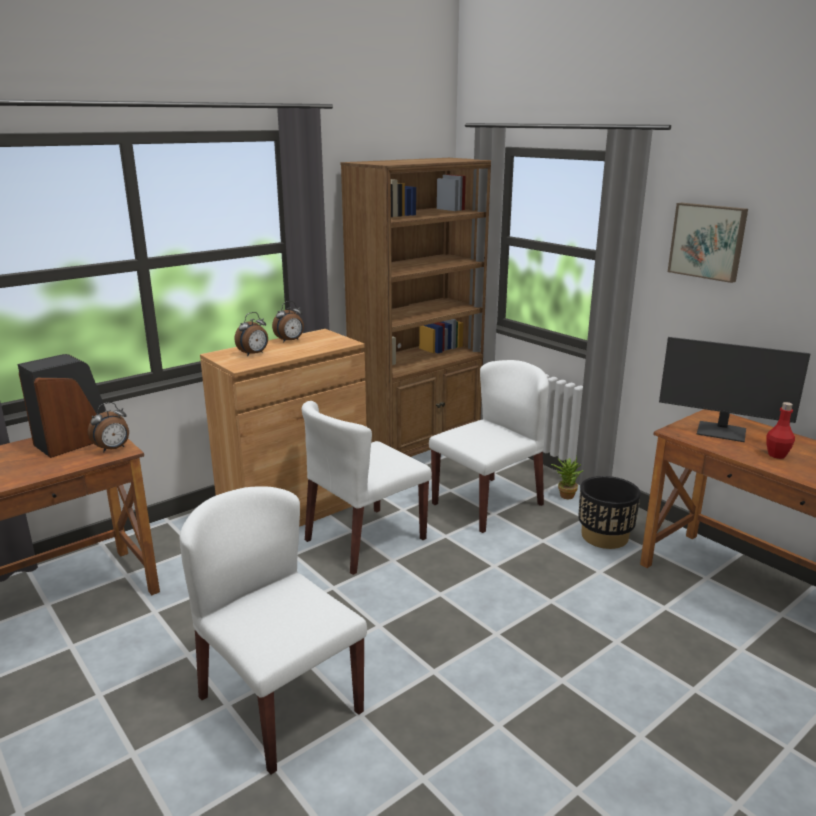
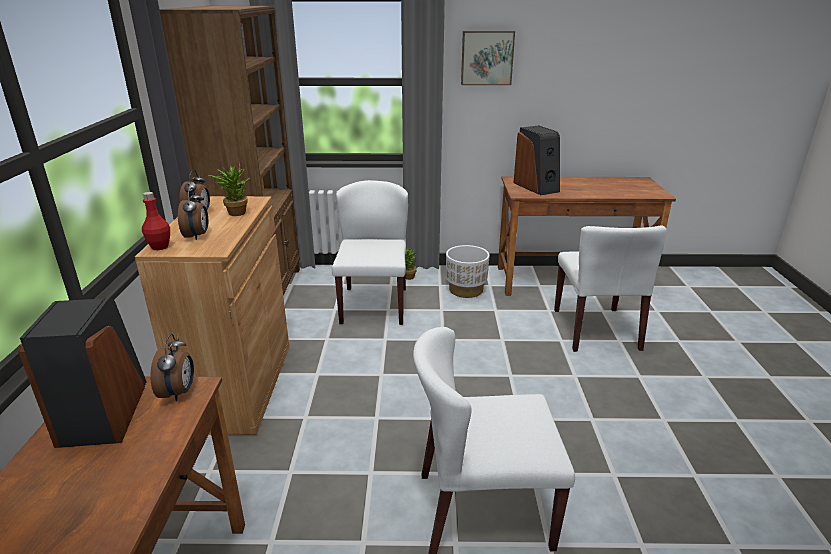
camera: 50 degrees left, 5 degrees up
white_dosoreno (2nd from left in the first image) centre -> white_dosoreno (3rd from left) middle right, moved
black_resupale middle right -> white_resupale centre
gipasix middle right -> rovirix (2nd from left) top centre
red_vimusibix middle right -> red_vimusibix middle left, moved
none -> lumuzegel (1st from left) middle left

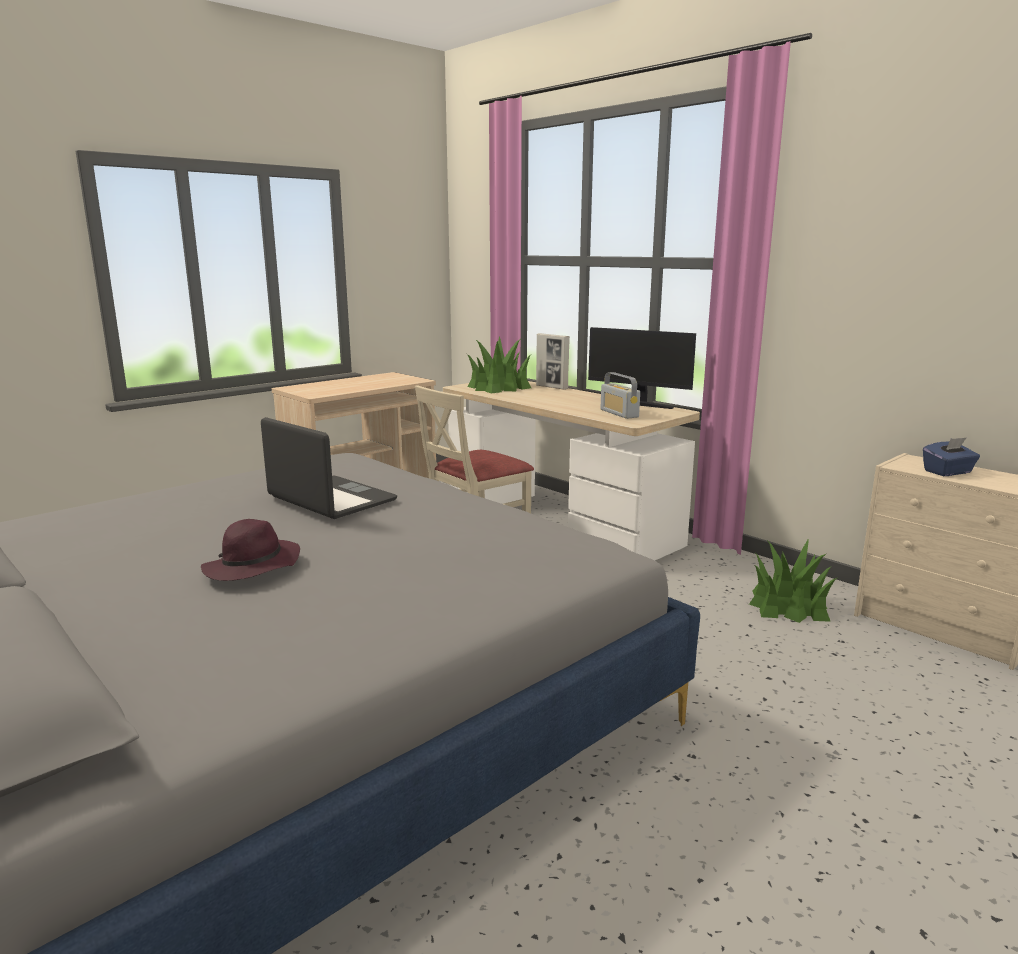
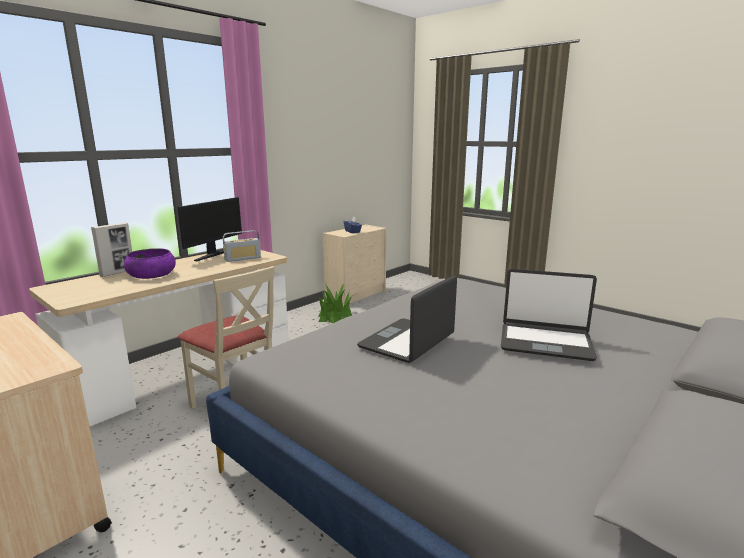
camera: 95 degrees left, 0 degrees up
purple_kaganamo middle left -> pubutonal (2nd from left) middle right
lumuzegel (1st from left) centre -> none
none -> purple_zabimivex middle left

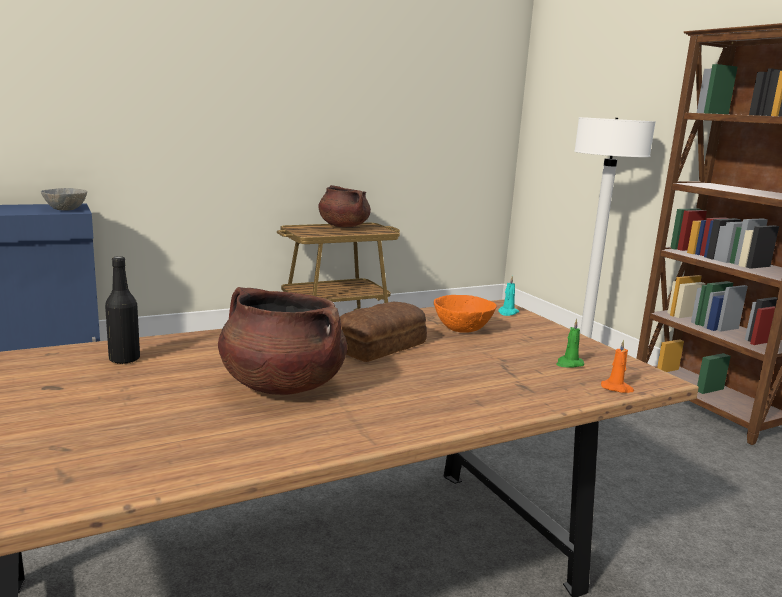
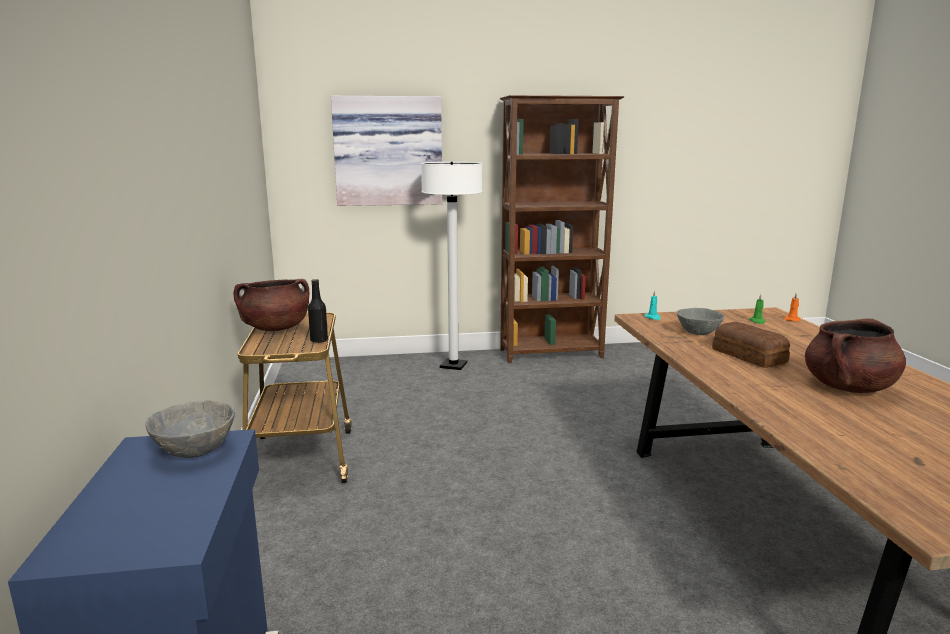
camera: 70 degrees left, 0 degrees up
black_vimusibix middle left -> black_vimusibix centre, moved
orange_zabimivex centre -> grey_zabimivex (2nd from left) middle right
none -> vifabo top centre

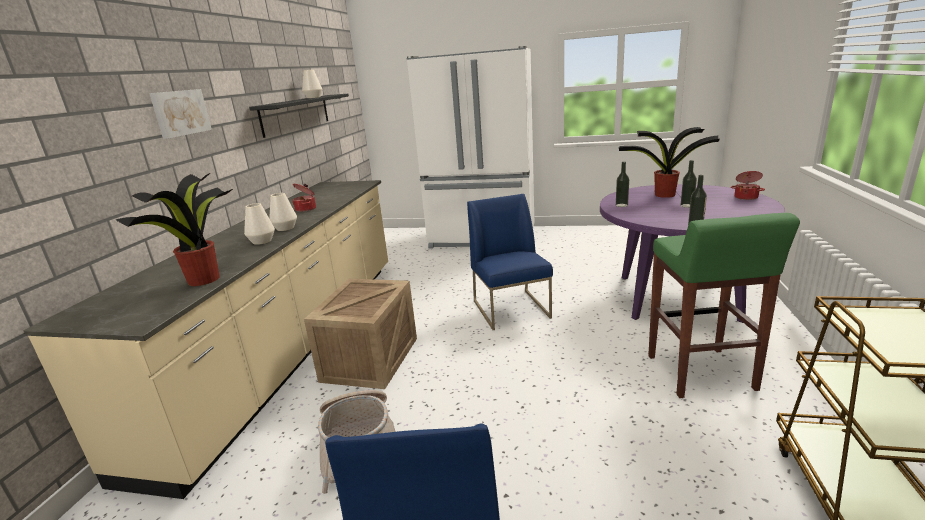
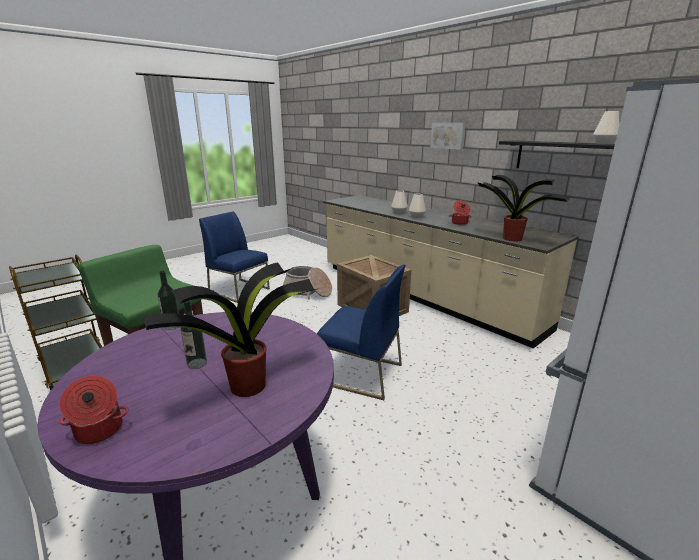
camera: 125 degrees right, 0 degrees up
lumuzegel (1st from left in the first image) middle left -> lumuzegel (2nd from left) middle right, moved
vimusibix (1st from left) middle right -> none

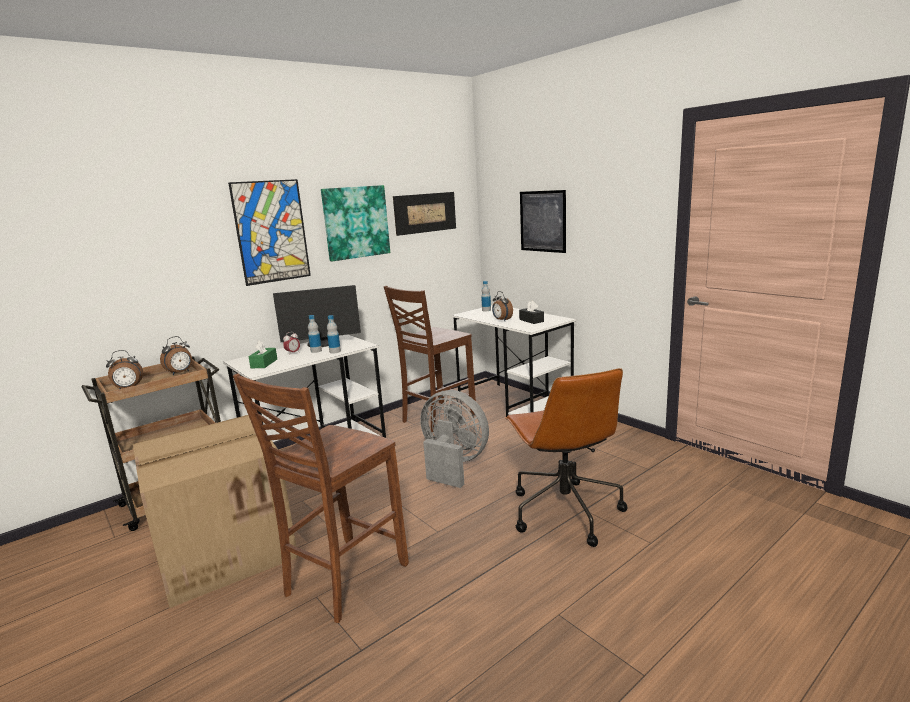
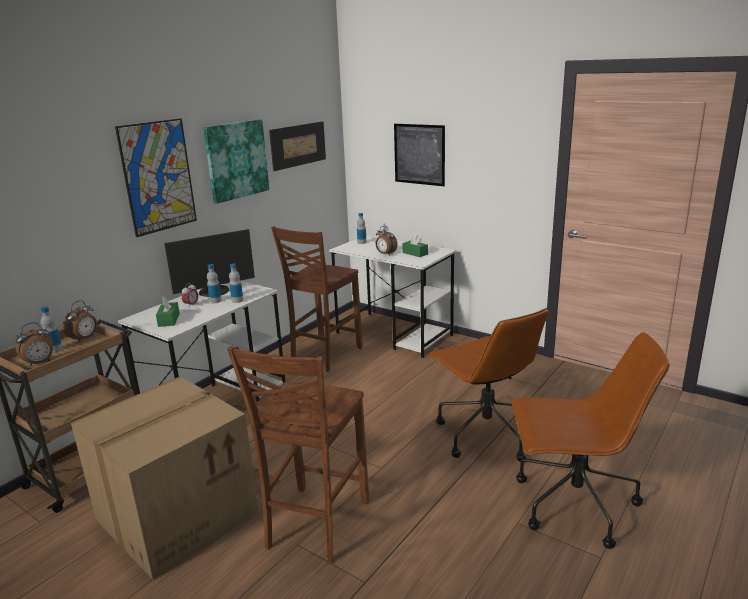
camera: 15 degrees left, 5 degrees up
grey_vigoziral centre -> none
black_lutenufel centre -> green_lutenufel (2nd from left) centre
none -> vimusibix (1st from left) middle left
none -> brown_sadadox (2nd from left) bottom right

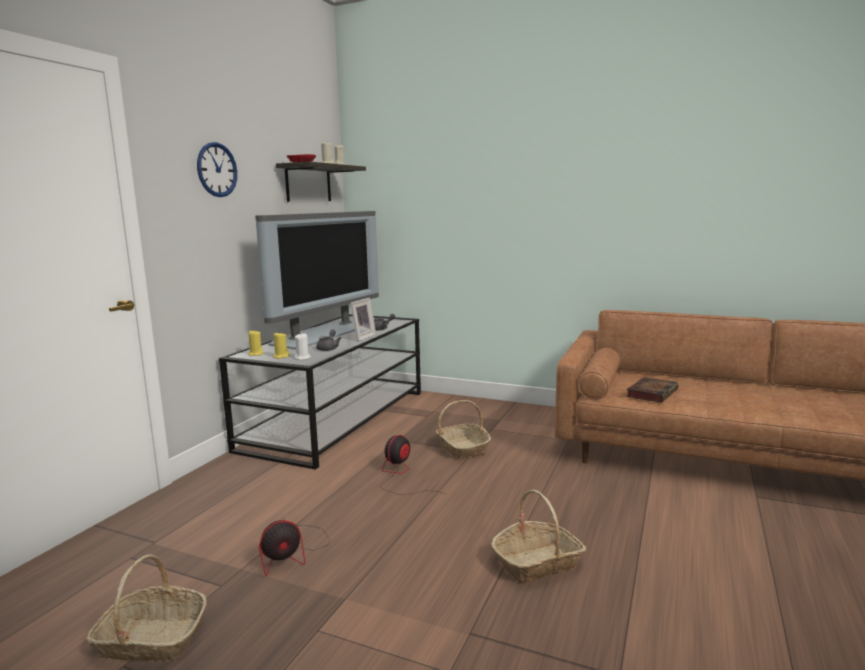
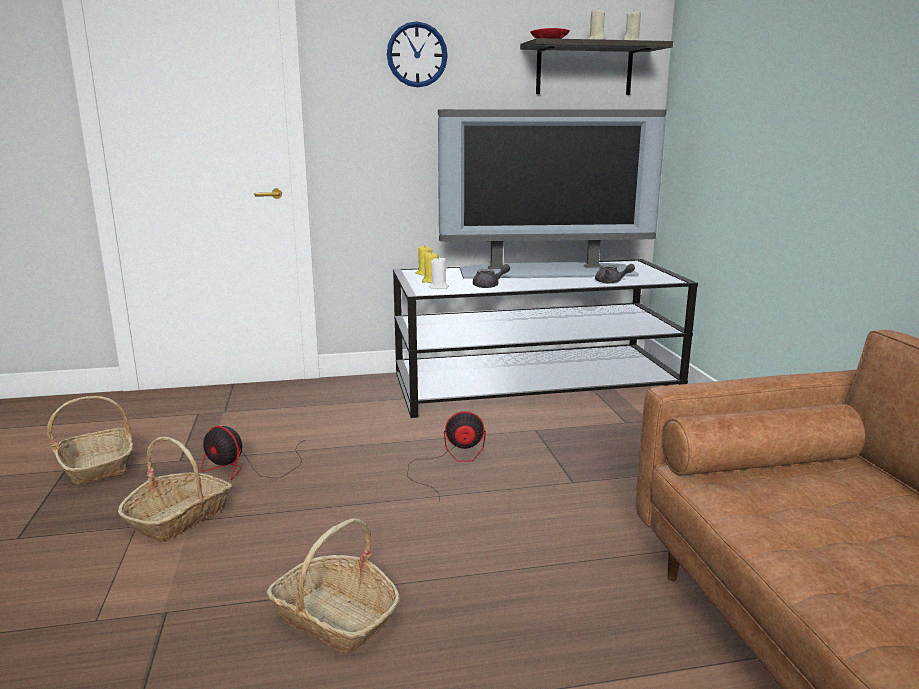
camera: 55 degrees right, 5 degrees up
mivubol centre -> none
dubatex (2nd from left) centre -> dubatex (2nd from left) bottom left, moved
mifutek middle right -> none

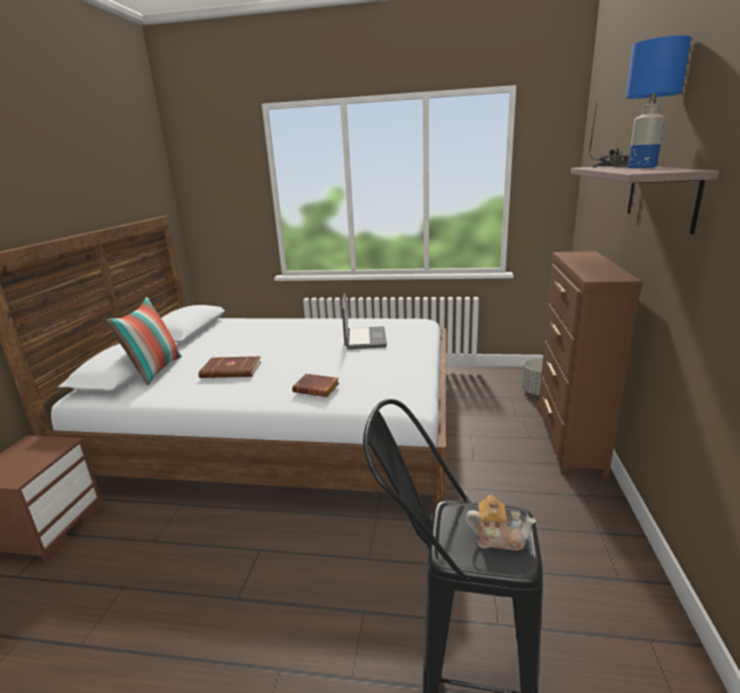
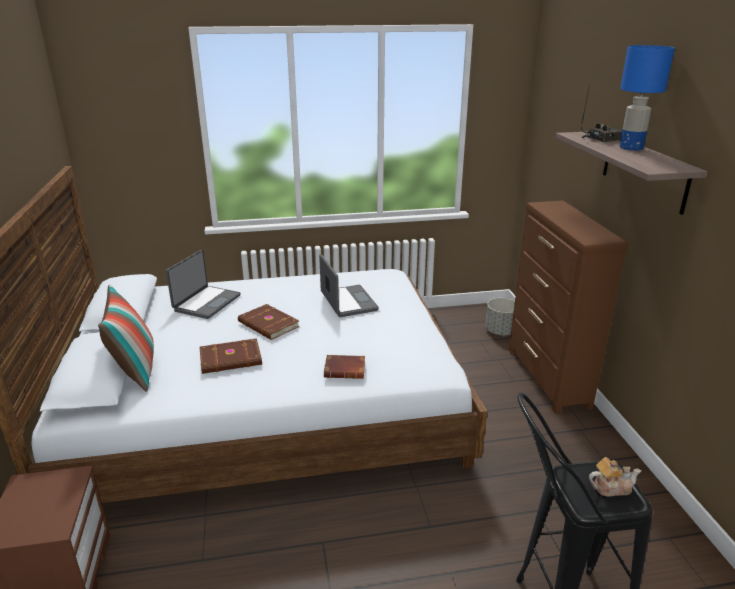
camera: 20 degrees left, 5 degrees up
none -> pubutonal (1st from left) middle left
none -> brown_mifutek (2nd from left) centre

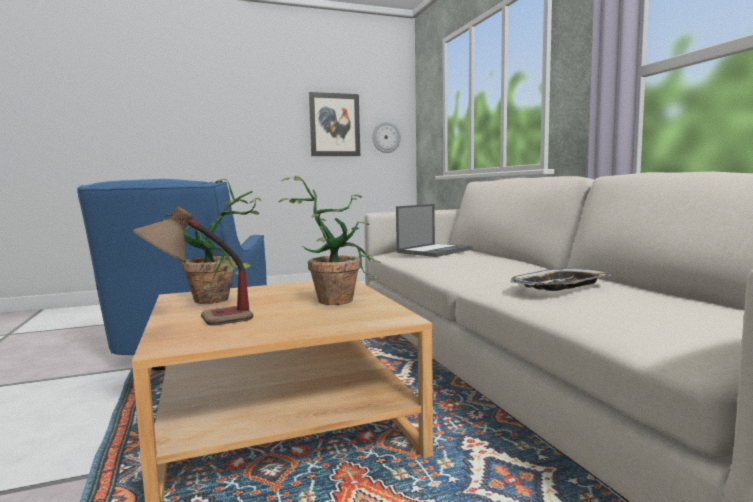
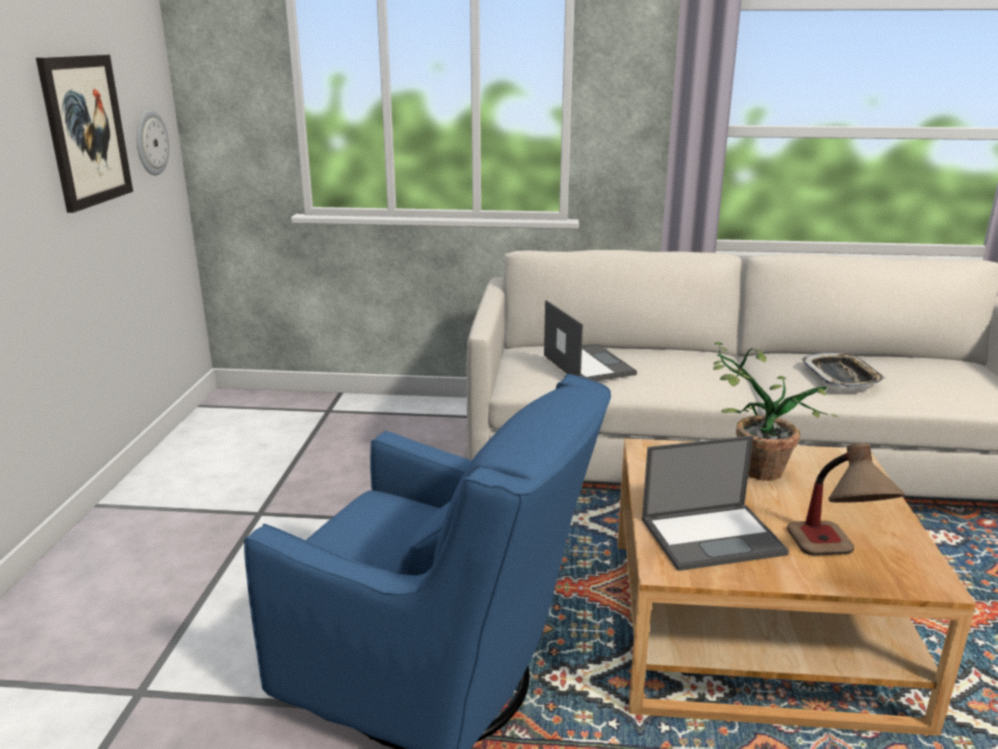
camera: 65 degrees left, 15 degrees up
lumuzegel (1st from left) middle left -> pubutonal (2nd from left) bottom right

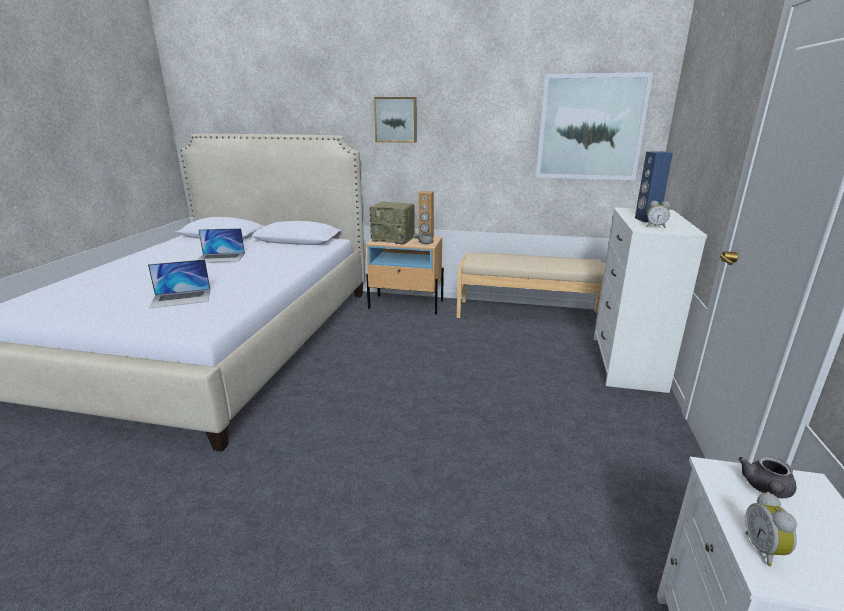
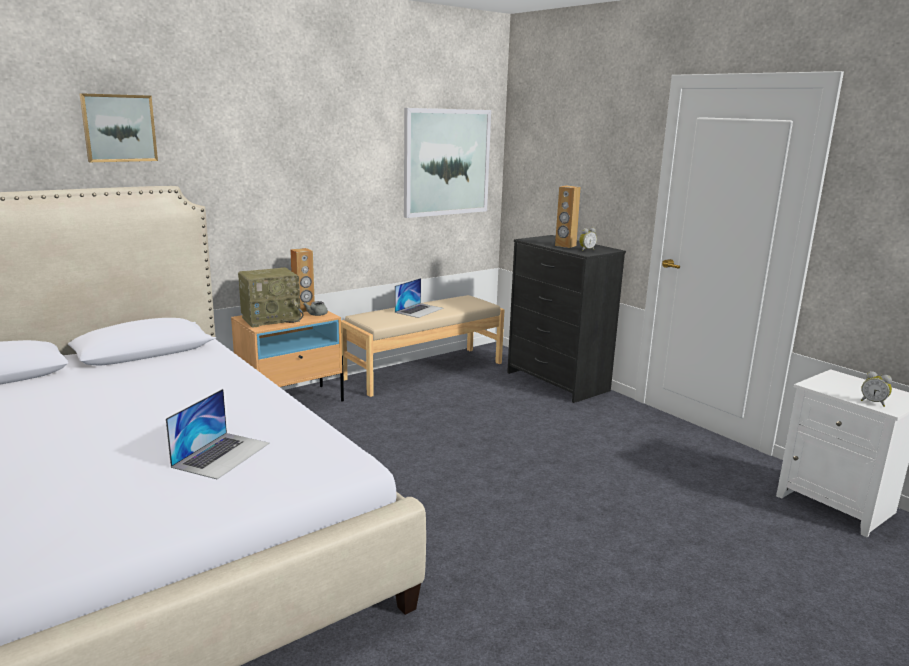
camera: 50 degrees left, 5 degrees down
pubutonal (2nd from left) middle left -> pubutonal (2nd from left) centre, moved
vifabo (1st from left) top centre -> vifabo (1st from left) top left, moved
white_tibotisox middle right -> black_tibotisox centre
blue_rovirix top right -> brown_rovirix (2nd from left) top centre
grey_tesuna (2nd from left) bottom right -> none

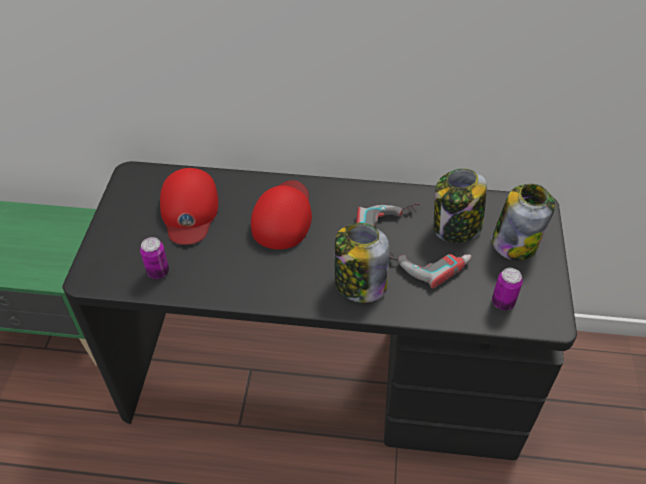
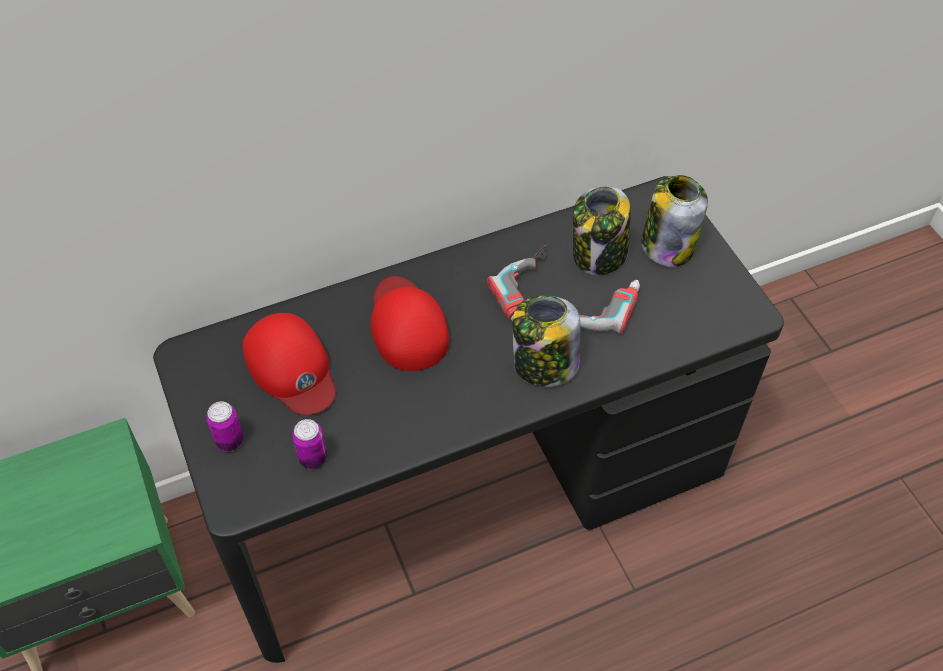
camera: 30 degrees left, 5 degrees up
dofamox (2nd from left in the first image) middle right -> dofamox (1st from left) middle left, moved

